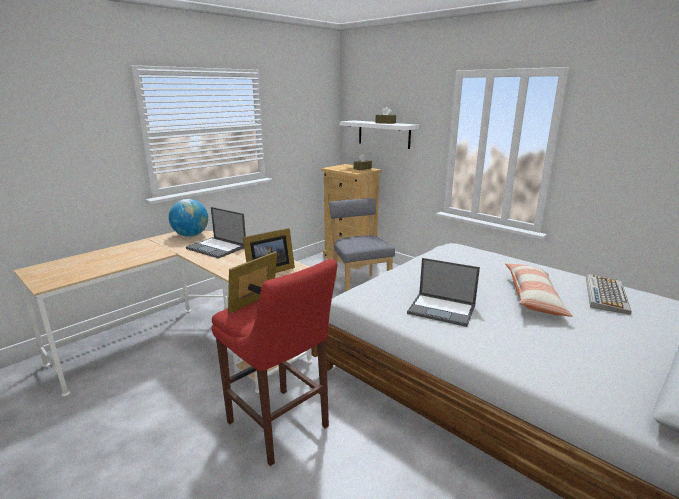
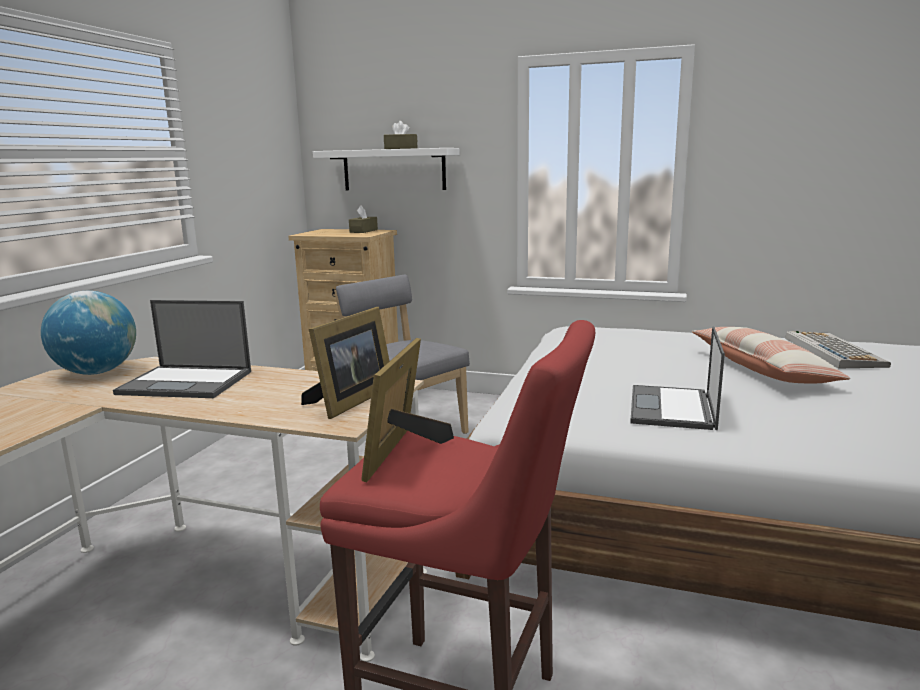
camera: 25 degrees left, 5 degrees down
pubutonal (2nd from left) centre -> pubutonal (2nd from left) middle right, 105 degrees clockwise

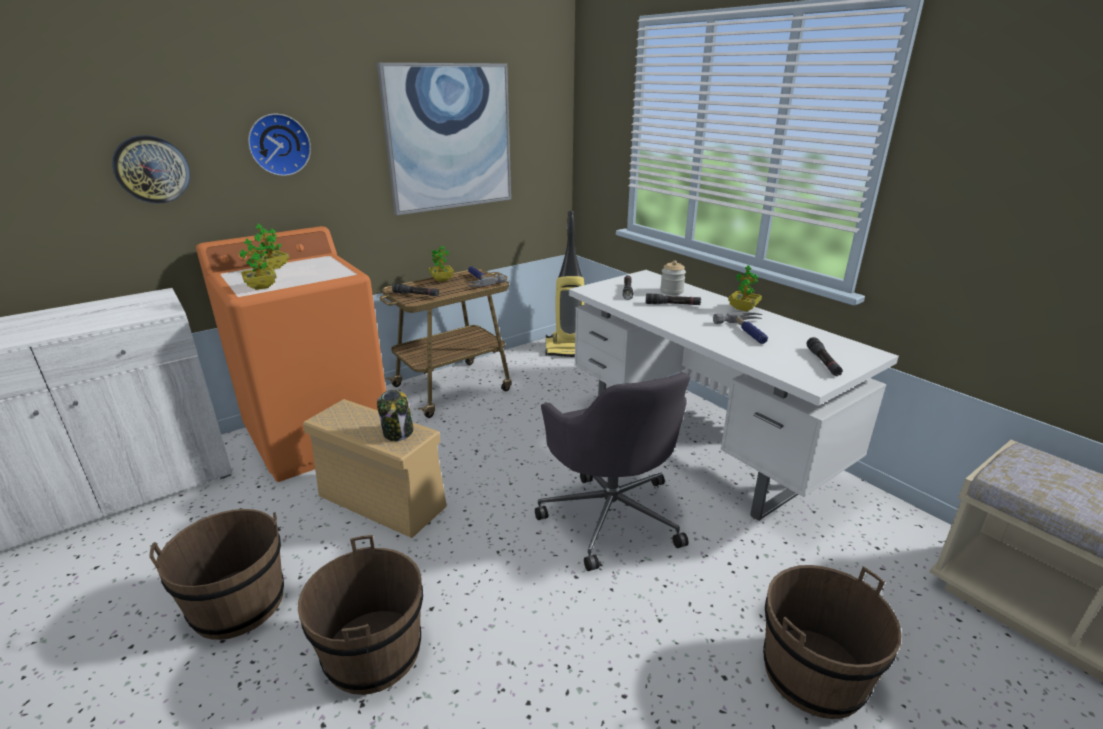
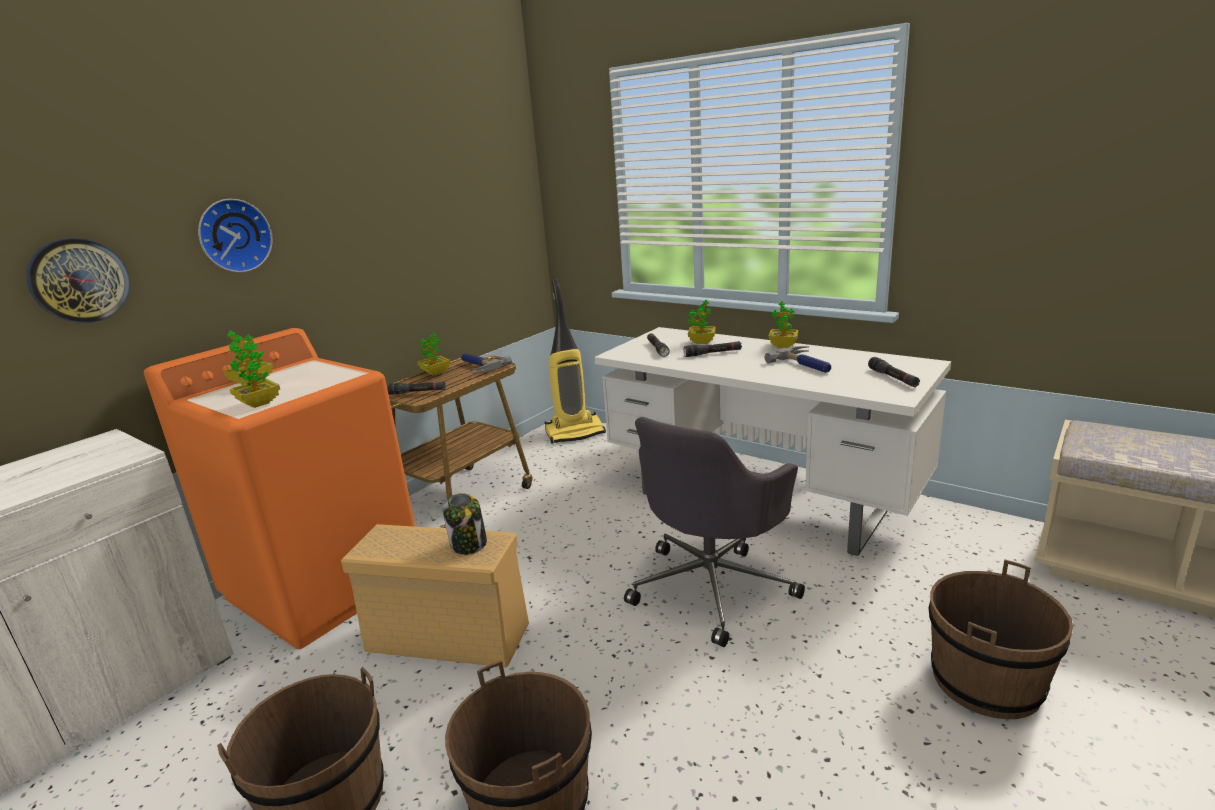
camera: 15 degrees left, 5 degrees down
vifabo top centre -> none
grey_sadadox centre, 75 degrees clockwise
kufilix (2nd from left) centre -> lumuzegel (4th from left) centre

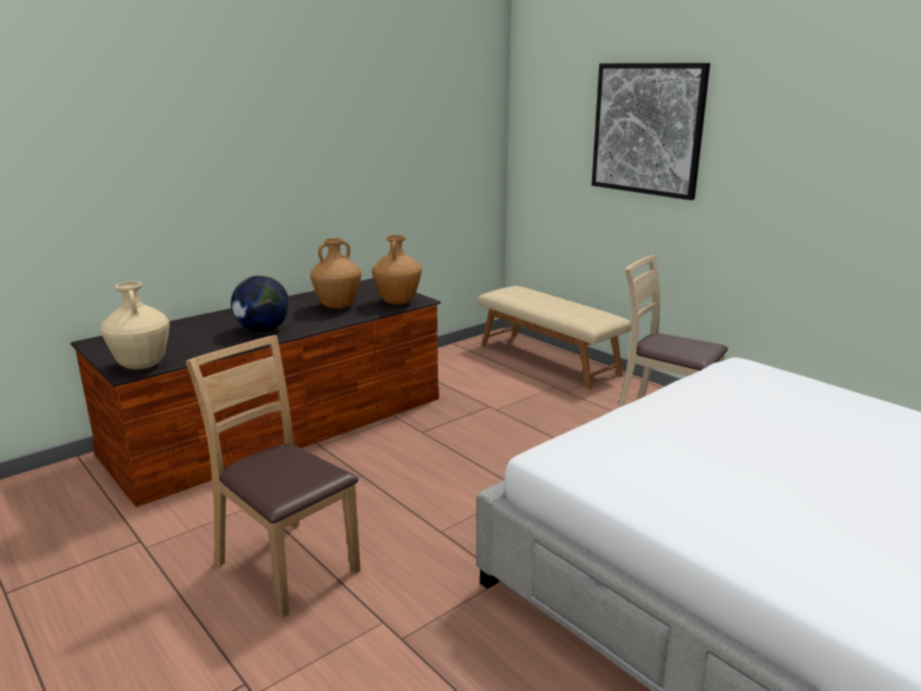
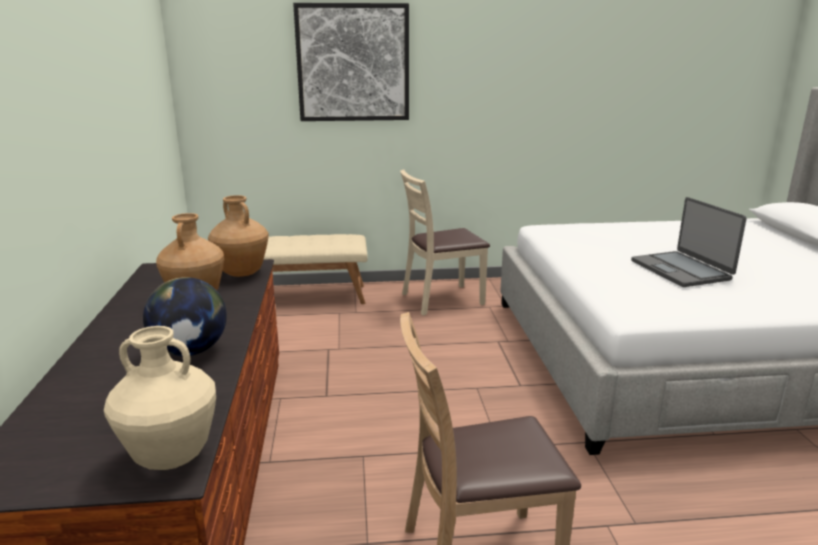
camera: 55 degrees left, 0 degrees up
none -> pubutonal middle right

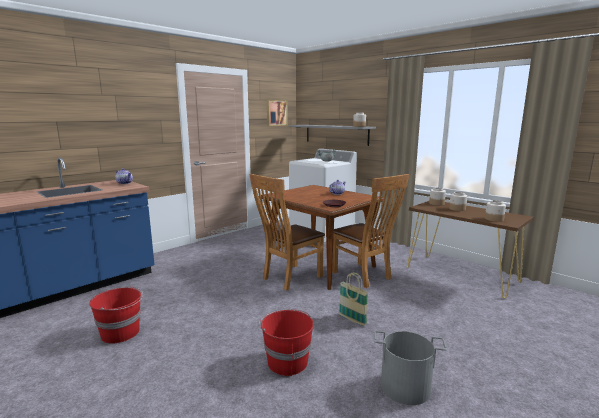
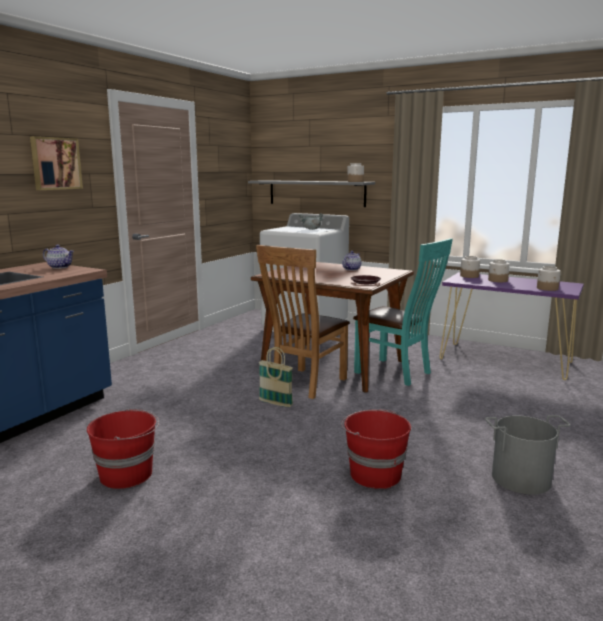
camera: 15 degrees left, 0 degrees up
vifabo top centre -> vifabo top left, moved
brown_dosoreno (2nd from left) centre -> turquoise_dosoreno middle right
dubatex bottom centre -> dubatex centre, moved
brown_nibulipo middle right -> purple_nibulipo middle right

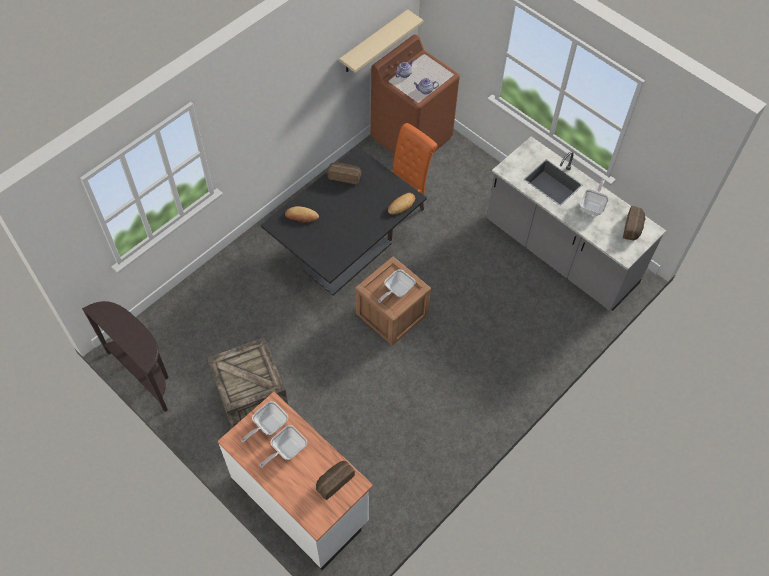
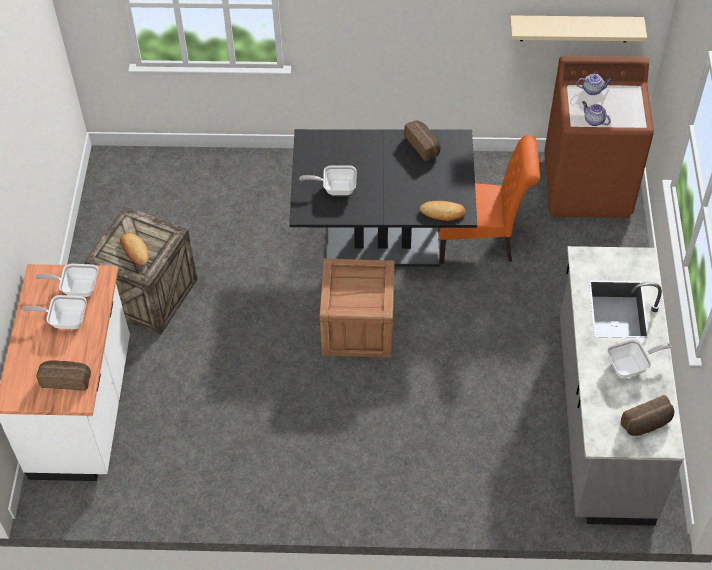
camera: 50 degrees right, 5 degrees down
brown_nibulipo middle left -> none
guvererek (1st from left in the first image) centre -> guvererek (2nd from left) middle left, moved
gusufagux (3rd from left) centre -> gusufagux (3rd from left) top centre, moved

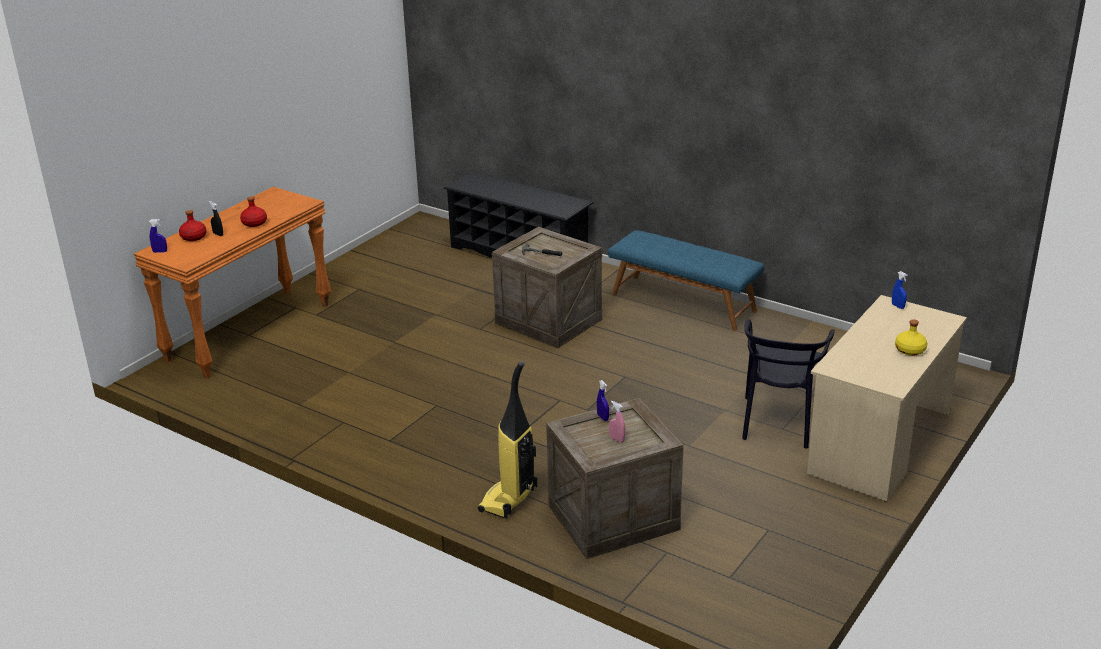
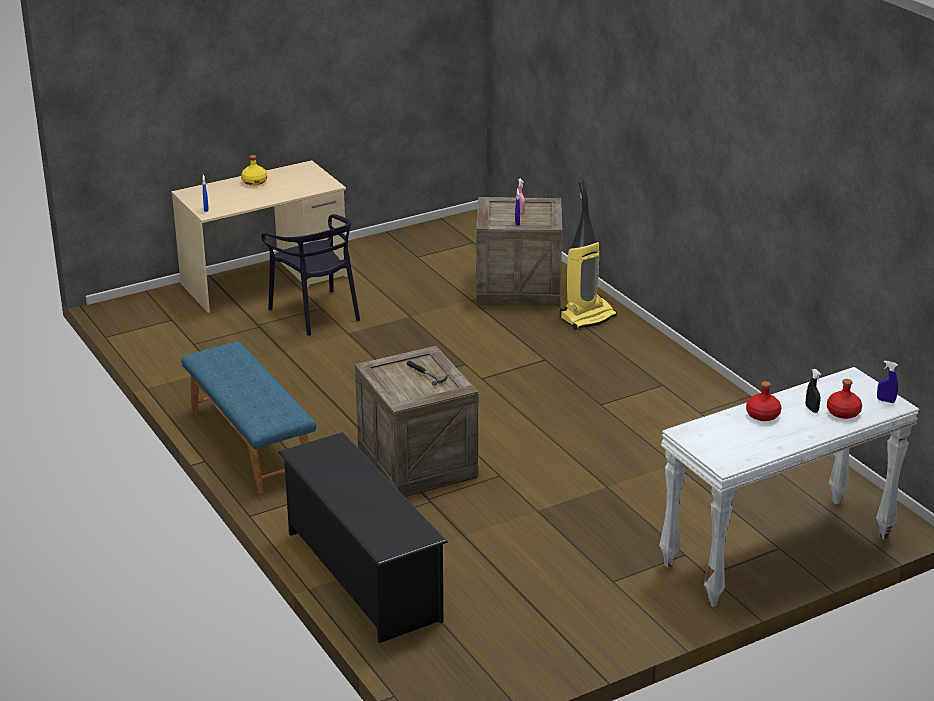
camera: 155 degrees left, 0 degrees up
orange_nibulipo middle left -> white_nibulipo bottom right
black_dosoreno middle right -> black_dosoreno middle left, 105 degrees clockwise

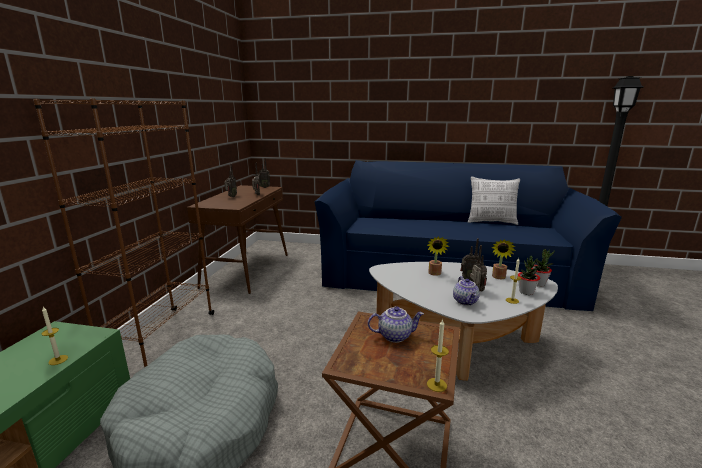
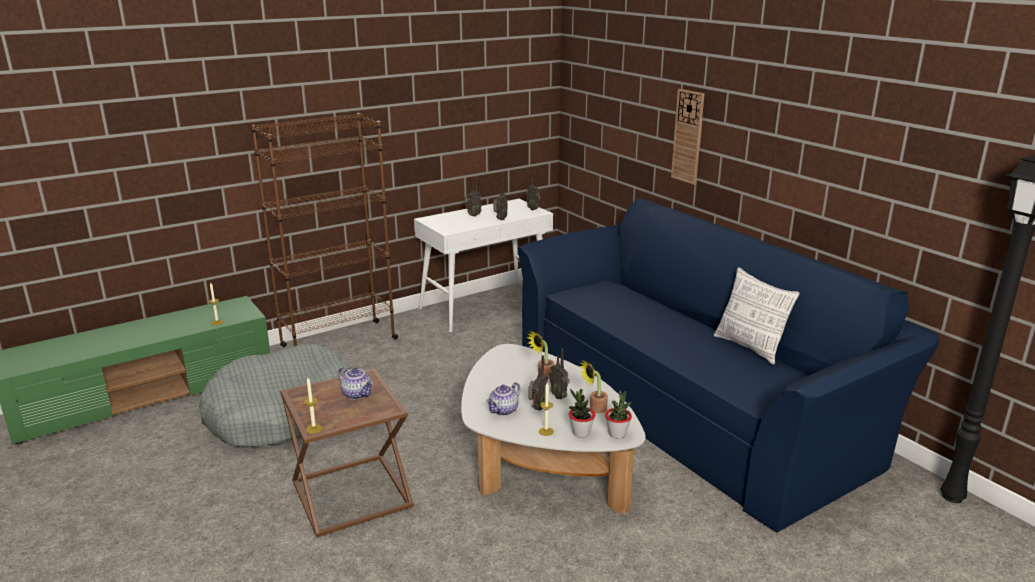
camera: 45 degrees right, 5 degrees up
brown_nibulipo centre -> white_nibulipo centre
none -> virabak top centre

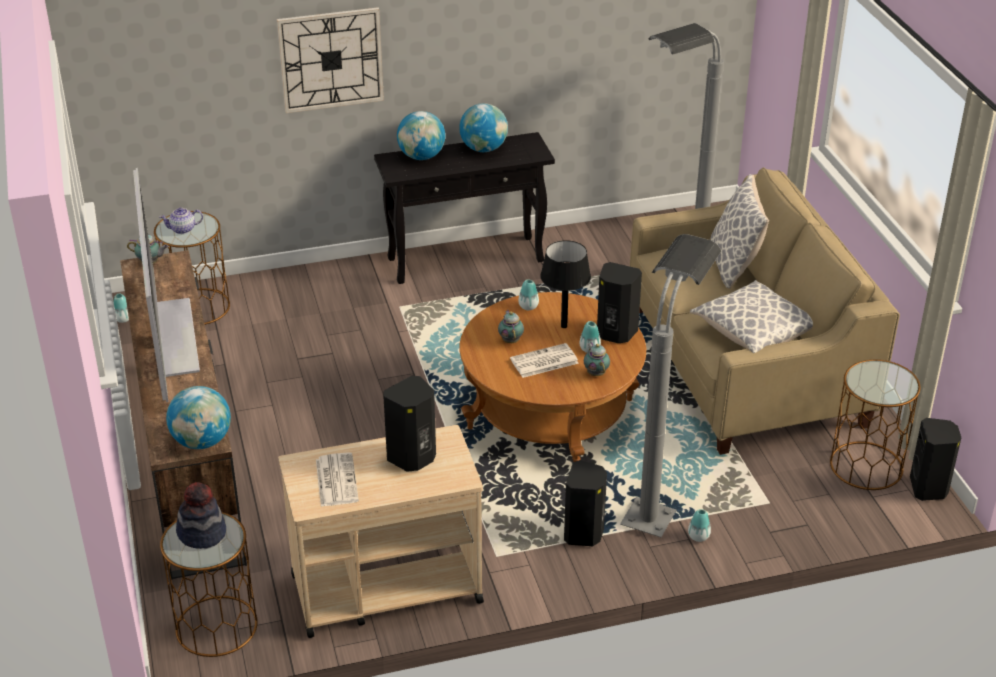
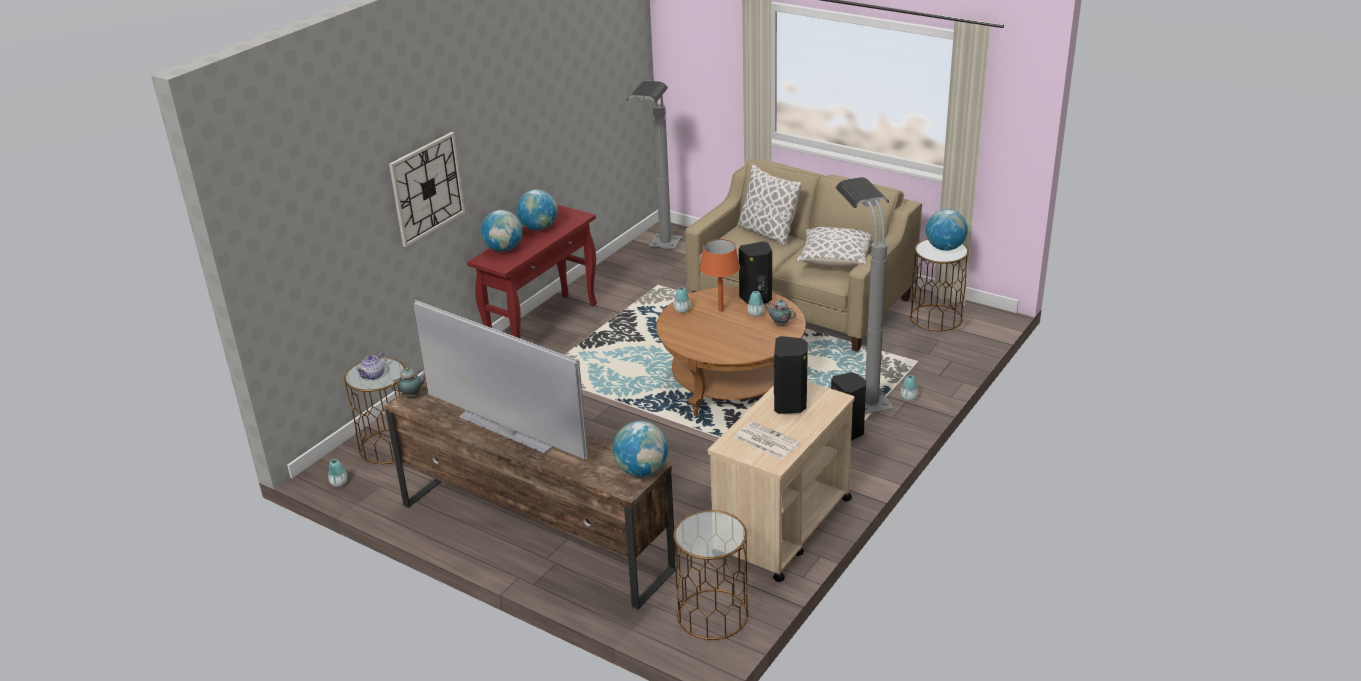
camera: 40 degrees left, 5 degrees down
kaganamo bottom left -> none
black_nibulipo top centre -> red_nibulipo centre
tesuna (3rd from left) centre -> none
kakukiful (2nd from left) centre -> none
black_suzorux centre -> orange_suzorux centre
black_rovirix (4th from left) bottom right -> none
none -> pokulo (4th from left) middle right

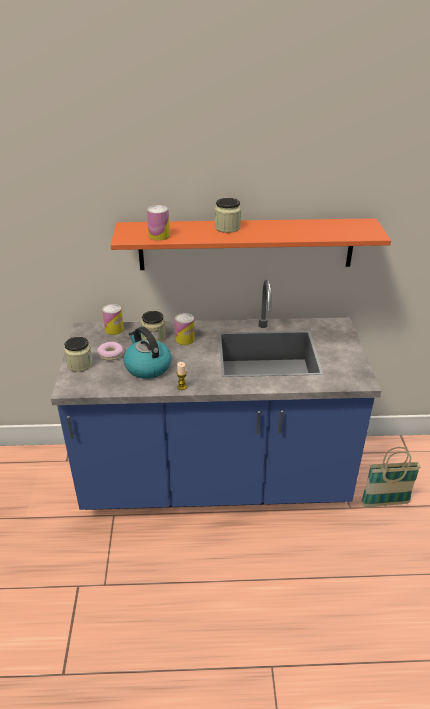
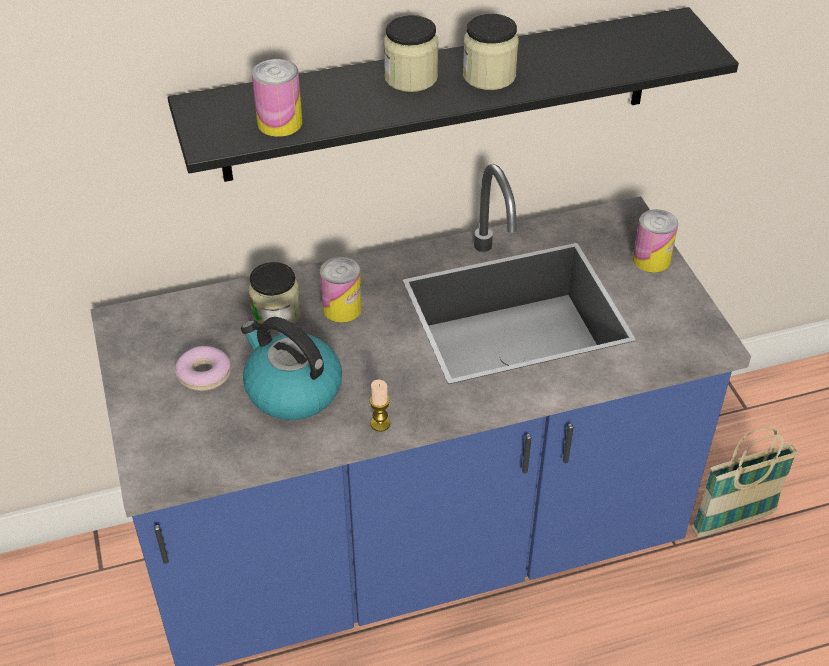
camera: 15 degrees left, 10 degrees up
kufilix (1st from left in the first image) middle left -> kufilix (3rd from left) top centre, moved
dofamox (1st from left in the first image) middle left -> dofamox (3rd from left) middle right, moved
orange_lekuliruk centre -> black_lekuliruk top centre

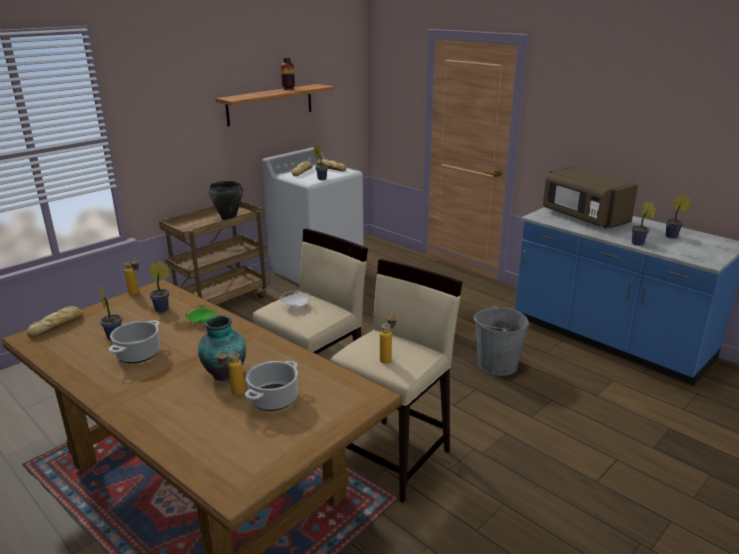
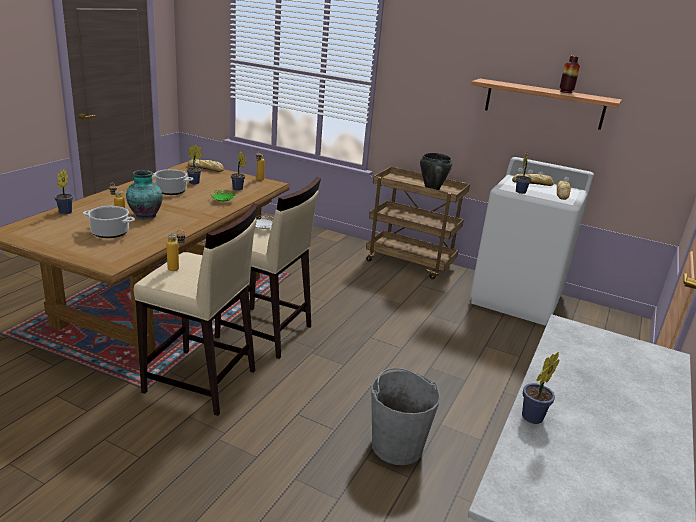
camera: 70 degrees right, 0 degrees up
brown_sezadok middle right -> none
lumuzegel (5th from left in the first image) middle right -> lumuzegel (1st from left) middle left, moved

